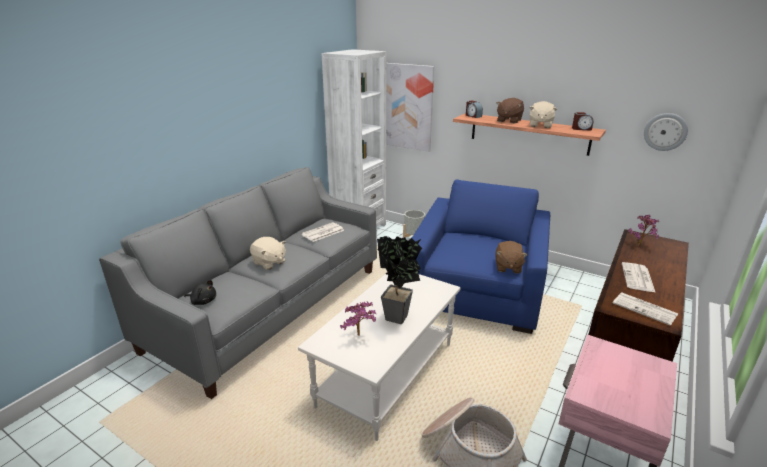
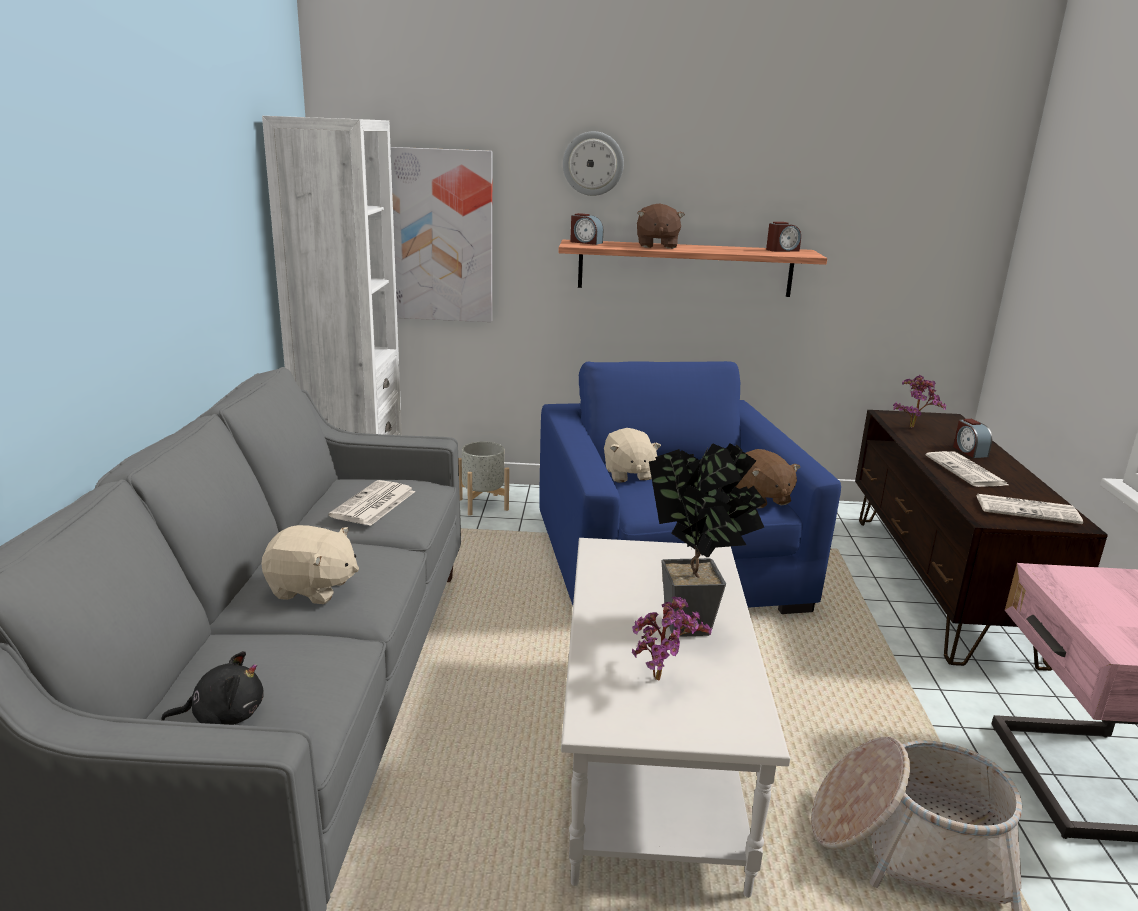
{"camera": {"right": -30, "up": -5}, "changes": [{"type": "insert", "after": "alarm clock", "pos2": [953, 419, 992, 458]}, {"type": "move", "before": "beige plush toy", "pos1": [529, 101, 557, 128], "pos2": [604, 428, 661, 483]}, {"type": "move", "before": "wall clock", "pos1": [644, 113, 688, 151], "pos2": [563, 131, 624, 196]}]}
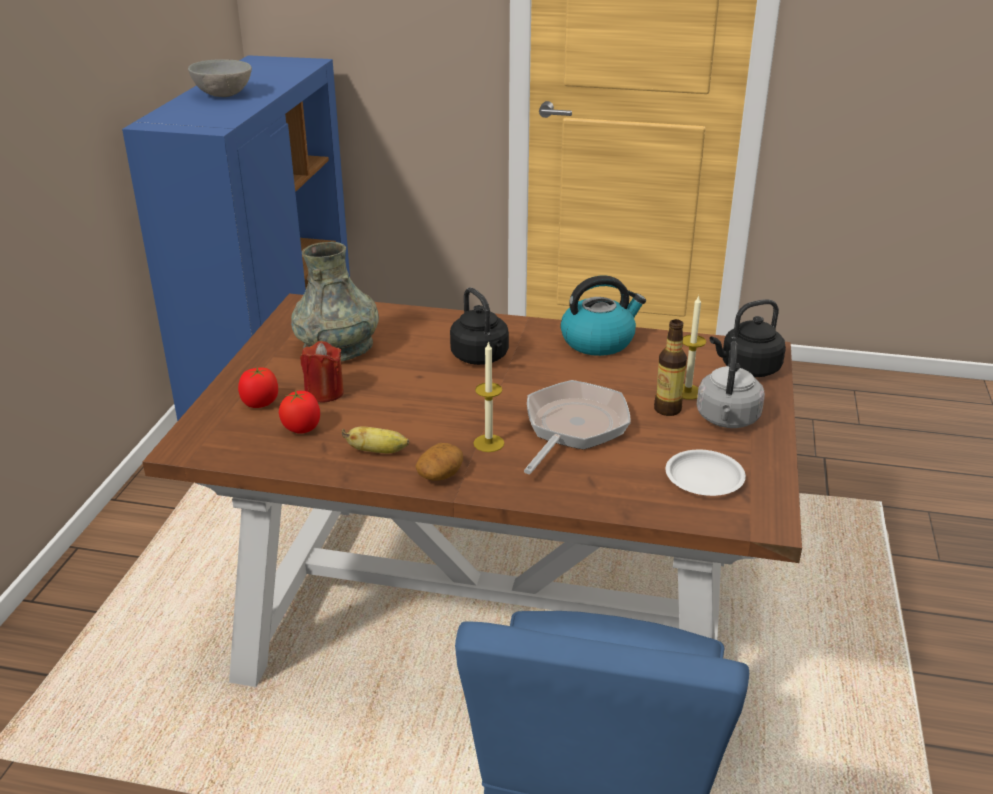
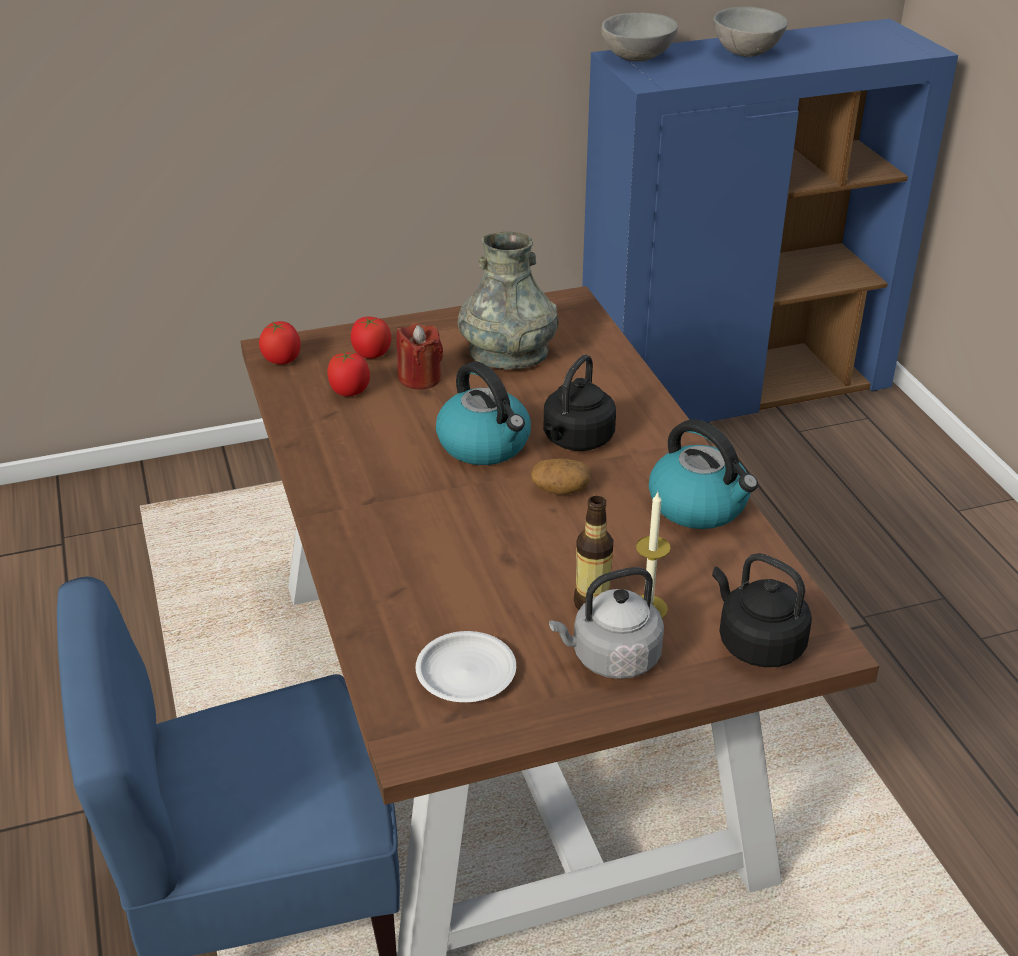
{"camera": {"right": 60, "up": 5}, "changes": [{"type": "delete", "before": "banana", "pos1": [342, 426, 409, 453]}, {"type": "delete", "before": "candle", "pos1": [473, 341, 505, 452]}, {"type": "delete", "before": "frying pan", "pos1": [524, 380, 631, 474]}, {"type": "insert", "after": "tomato", "pos2": [259, 321, 301, 365]}, {"type": "insert", "after": "kettle", "pos2": [436, 361, 531, 465]}, {"type": "insert", "after": "grey bowl", "pos2": [601, 13, 678, 62]}, {"type": "move", "before": "potato", "pos1": [415, 443, 463, 481], "pos2": [530, 458, 591, 495]}]}
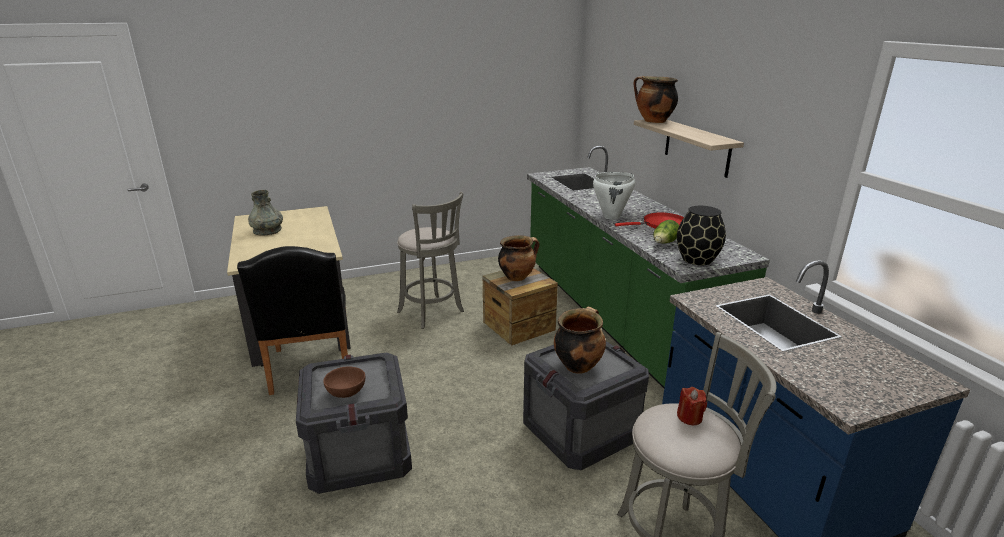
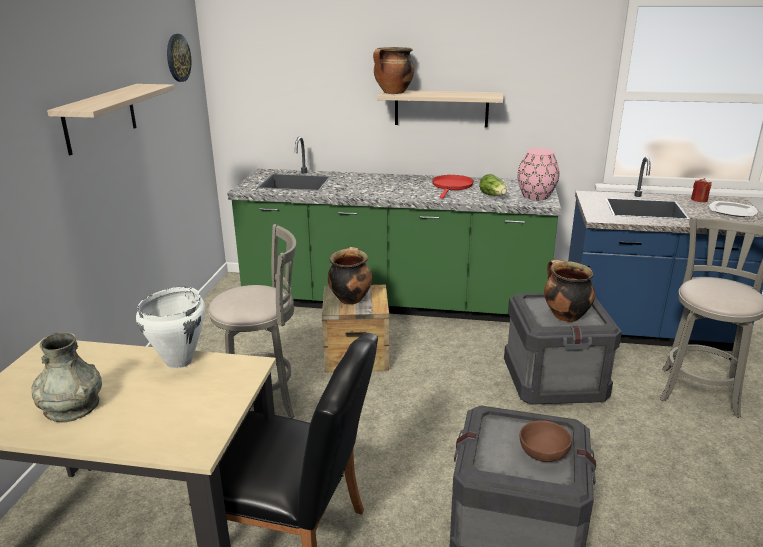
{"camera": {"right": -60, "up": 0}, "changes": [{"type": "insert", "after": "shelf", "pos2": [47, 84, 175, 155]}, {"type": "insert", "after": "wall clock", "pos2": [167, 34, 191, 82]}, {"type": "insert", "after": "plate", "pos2": [709, 201, 758, 217]}, {"type": "move", "before": "white cooking pot", "pos1": [593, 172, 635, 219], "pos2": [136, 287, 205, 369]}, {"type": "move", "before": "red candle", "pos1": [677, 387, 707, 425], "pos2": [691, 178, 712, 202]}, {"type": "recolor", "before": "black vase", "after": "pink vase", "pos1": [677, 206, 726, 265], "pos2": [517, 148, 559, 200]}]}
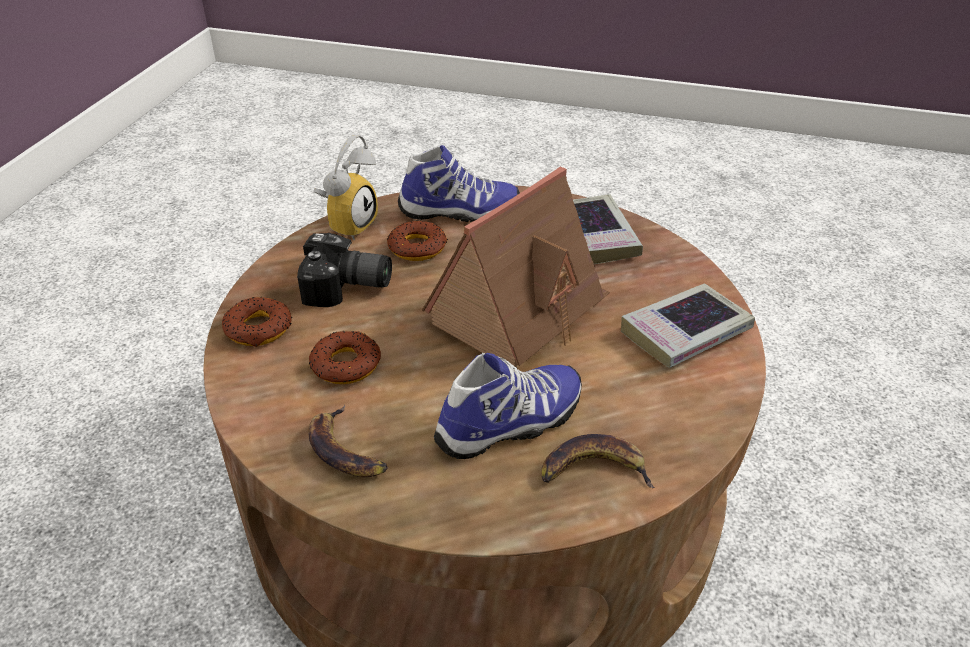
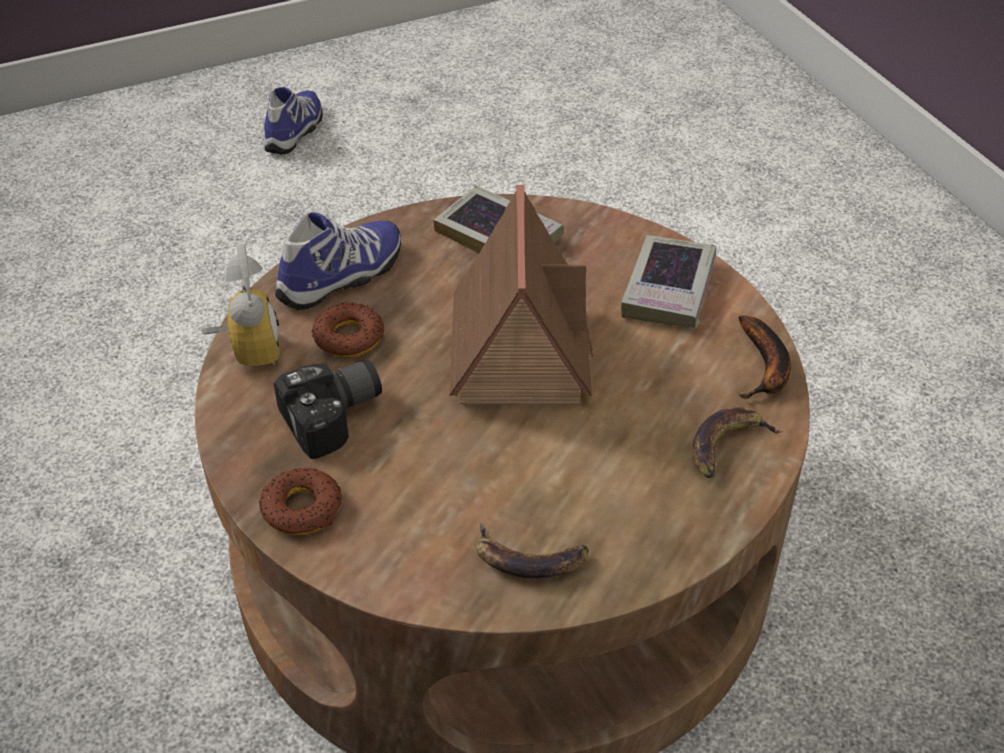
{"camera": {"right": -40, "up": 5}, "changes": [{"type": "delete", "before": "donut", "pos1": [309, 331, 381, 384]}, {"type": "insert", "after": "banana", "pos2": [739, 316, 791, 399]}, {"type": "move", "before": "shoe", "pos1": [434, 353, 582, 459], "pos2": [264, 87, 323, 154]}]}
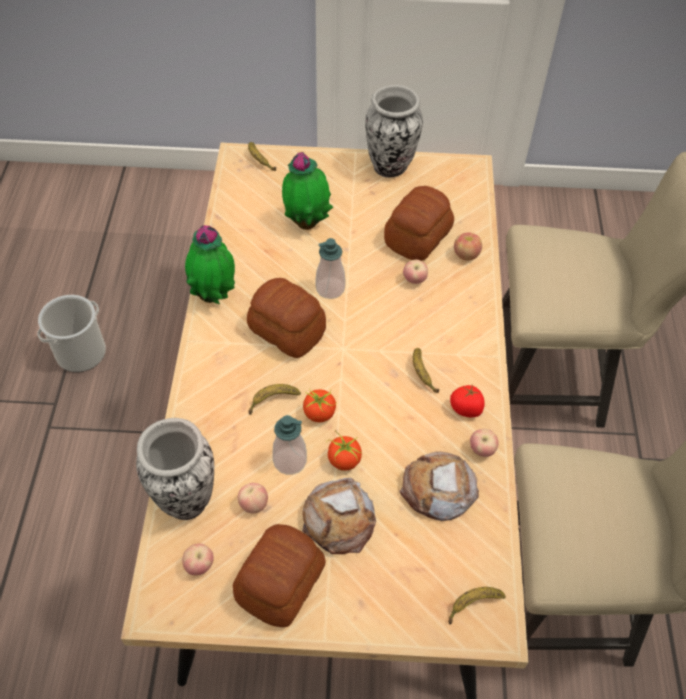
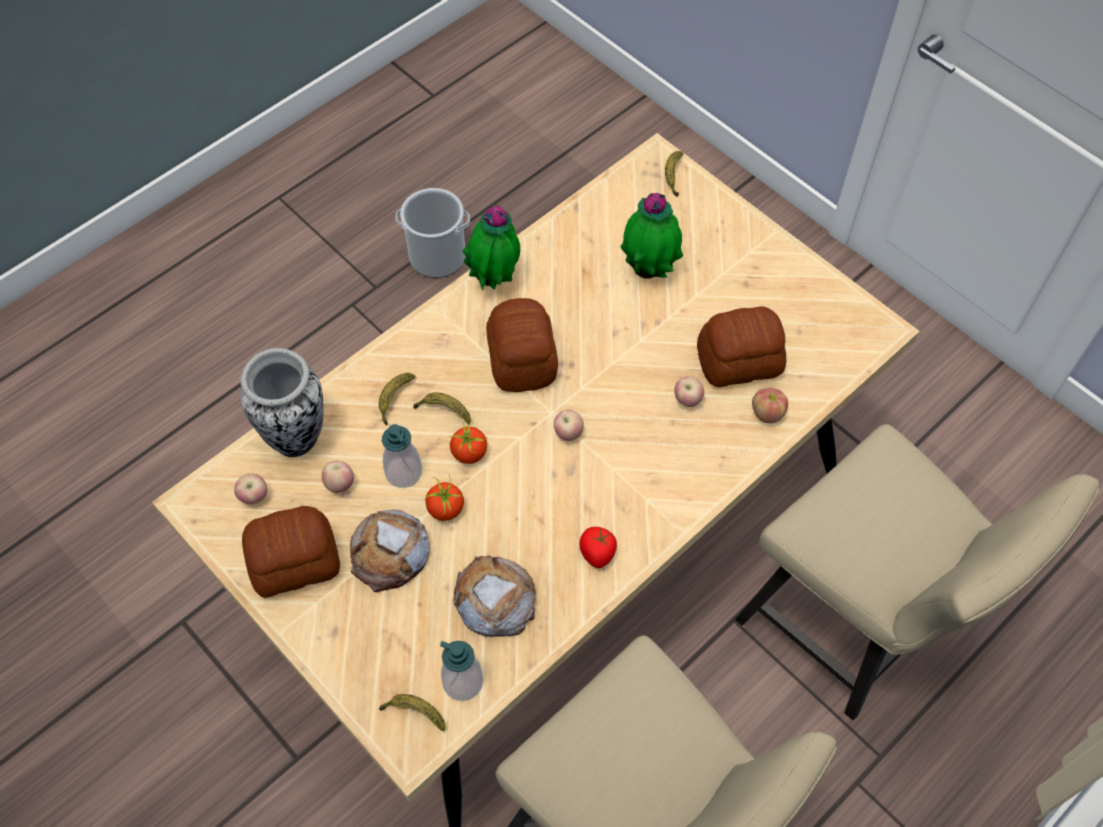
{"camera": {"right": 45, "up": 5}, "changes": [{"type": "delete", "before": "vase", "pos1": [365, 85, 423, 178]}, {"type": "move", "before": "soap dispenser", "pos1": [316, 238, 345, 299], "pos2": [440, 641, 483, 701]}, {"type": "move", "before": "banana", "pos1": [413, 348, 439, 393], "pos2": [379, 373, 416, 425]}, {"type": "move", "before": "apple", "pos1": [470, 429, 499, 457], "pos2": [554, 409, 584, 441]}]}
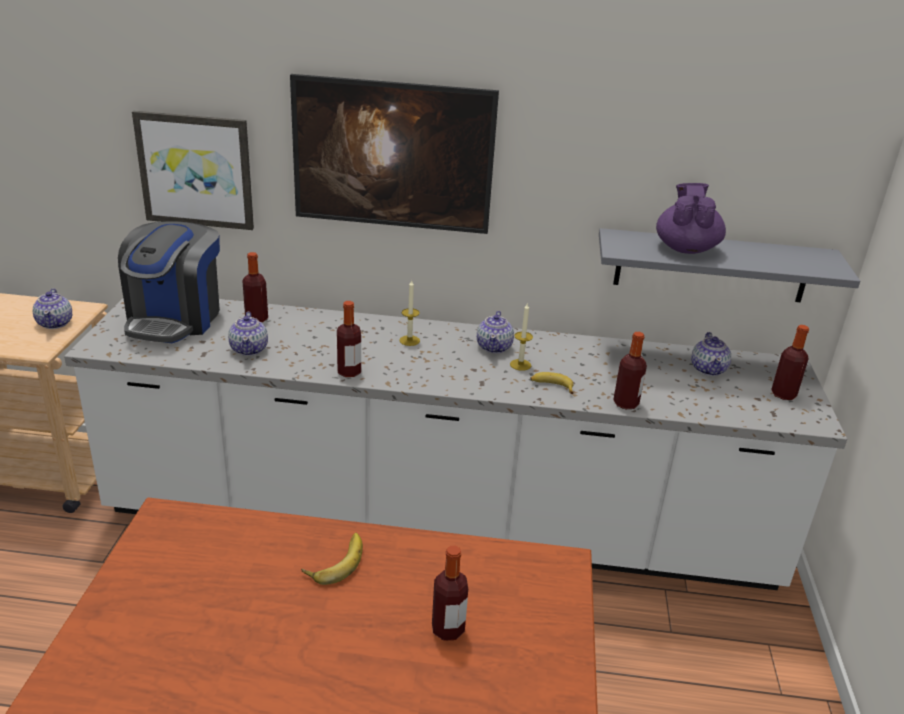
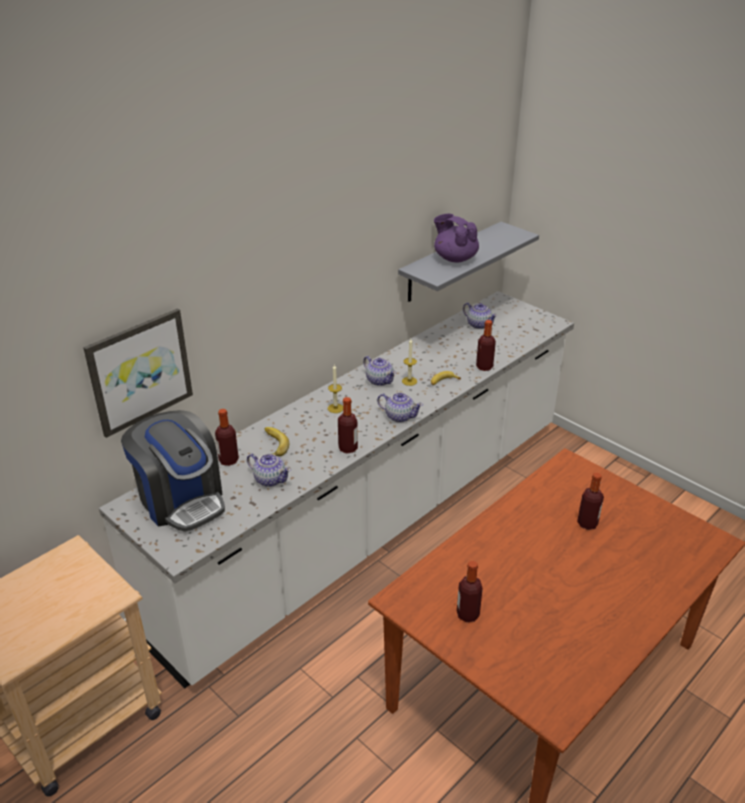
{"camera": {"right": -50, "up": 5}, "changes": [{"type": "delete", "before": "picture", "pos1": [290, 74, 499, 234]}, {"type": "move", "before": "teapot", "pos1": [33, 288, 72, 329], "pos2": [377, 393, 423, 423]}, {"type": "move", "before": "banana", "pos1": [301, 533, 363, 585], "pos2": [265, 427, 289, 456]}, {"type": "move", "before": "bottle", "pos1": [771, 325, 809, 400], "pos2": [457, 561, 483, 622]}]}
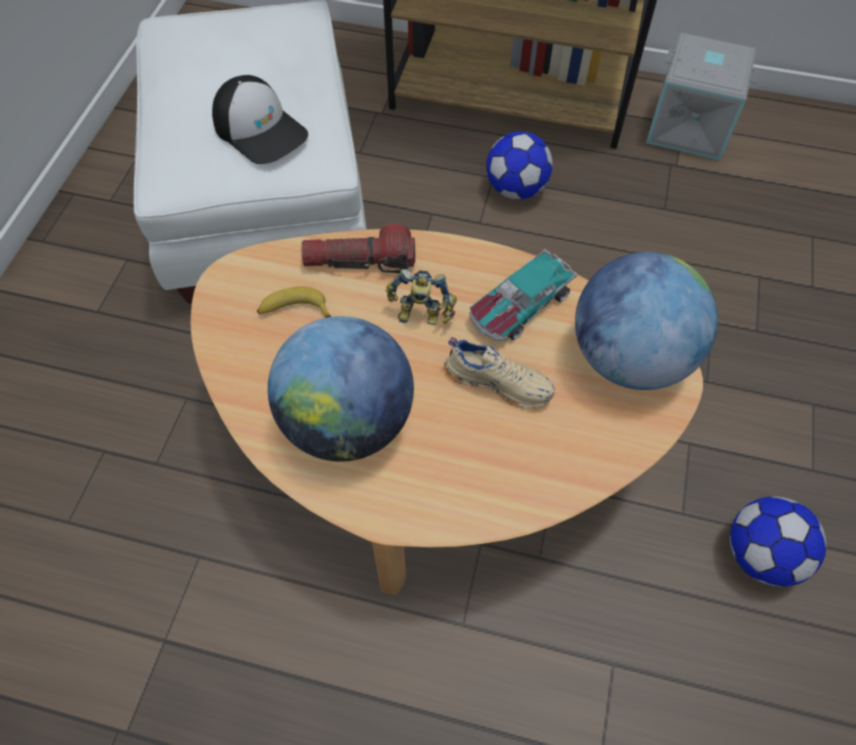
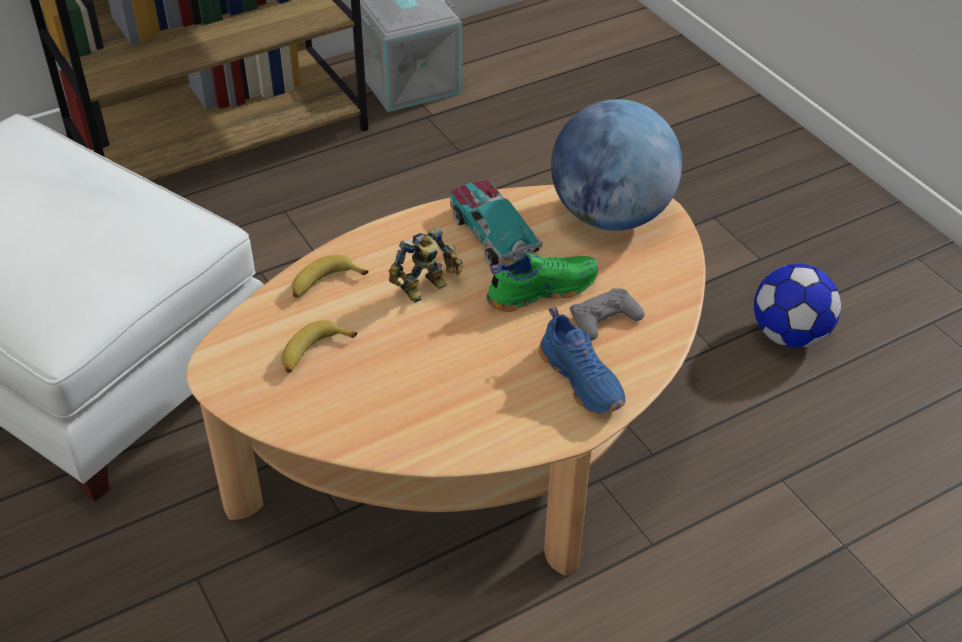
{"camera": {"right": -45, "up": -15}, "changes": [{"type": "delete", "before": "cap", "pos1": [212, 75, 308, 164]}, {"type": "delete", "before": "globe", "pos1": [268, 316, 414, 462]}, {"type": "delete", "before": "football", "pos1": [486, 131, 553, 199]}, {"type": "insert", "after": "blue shoe", "pos2": [539, 307, 626, 415]}, {"type": "insert", "after": "grey game controller", "pos2": [570, 288, 645, 341]}, {"type": "replace", "before": "flashlight", "after": "banana", "pos1": [301, 224, 415, 273], "pos2": [292, 255, 368, 298]}, {"type": "recolor", "before": "beige shoe", "after": "green shoe", "pos1": [444, 337, 555, 408], "pos2": [487, 253, 598, 312]}, {"type": "rotate", "before": "toy car", "pos1": [469, 248, 577, 341], "pos2": [450, 180, 543, 266], "turn": 150}]}
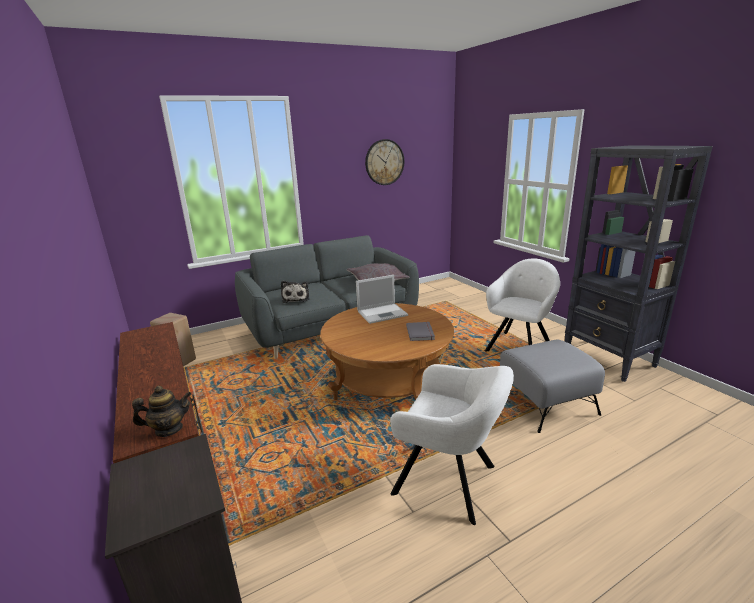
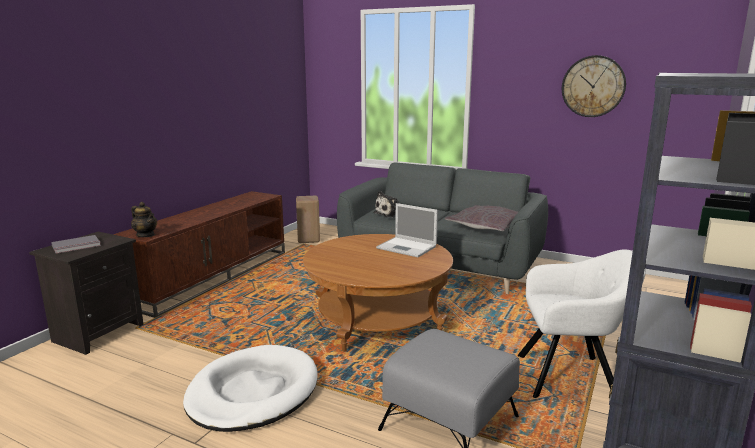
{"camera": {"right": 55, "up": -5}, "changes": [{"type": "move", "before": "grey book", "pos1": [406, 322, 435, 341], "pos2": [51, 235, 101, 254]}, {"type": "replace", "before": "white armchair", "after": "white dog bed", "pos1": [390, 364, 514, 525], "pos2": [183, 345, 317, 432]}]}
